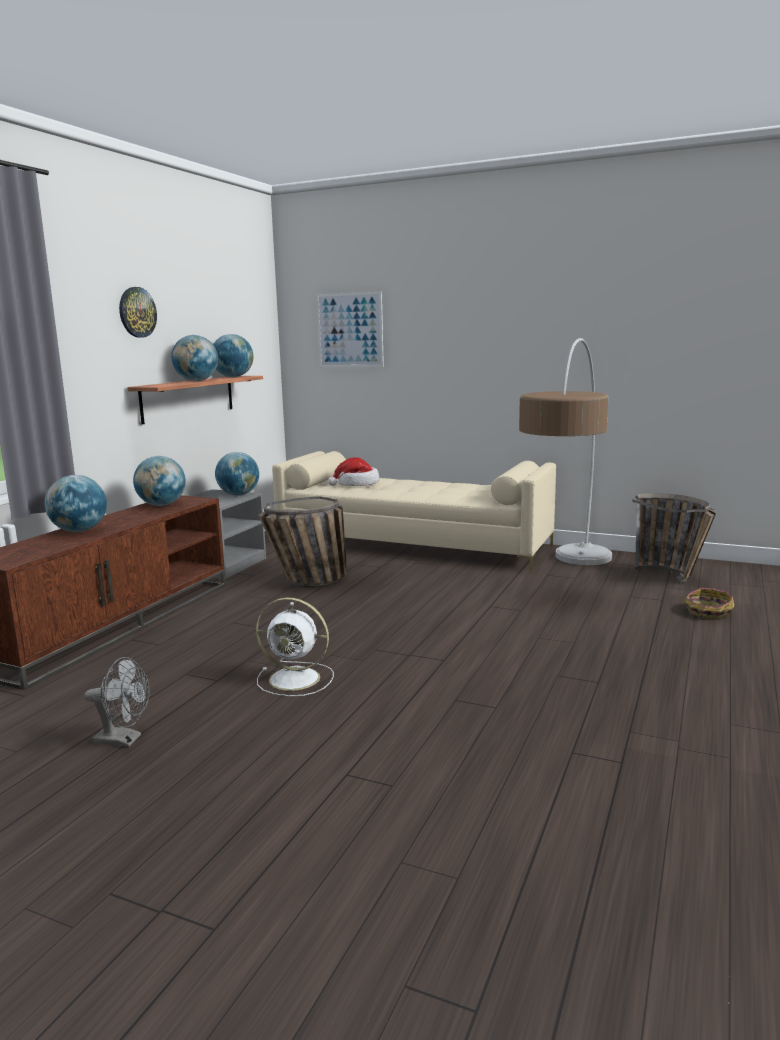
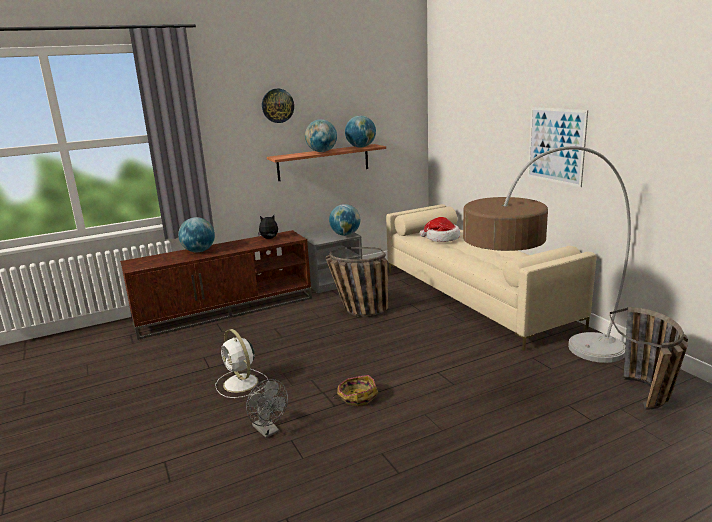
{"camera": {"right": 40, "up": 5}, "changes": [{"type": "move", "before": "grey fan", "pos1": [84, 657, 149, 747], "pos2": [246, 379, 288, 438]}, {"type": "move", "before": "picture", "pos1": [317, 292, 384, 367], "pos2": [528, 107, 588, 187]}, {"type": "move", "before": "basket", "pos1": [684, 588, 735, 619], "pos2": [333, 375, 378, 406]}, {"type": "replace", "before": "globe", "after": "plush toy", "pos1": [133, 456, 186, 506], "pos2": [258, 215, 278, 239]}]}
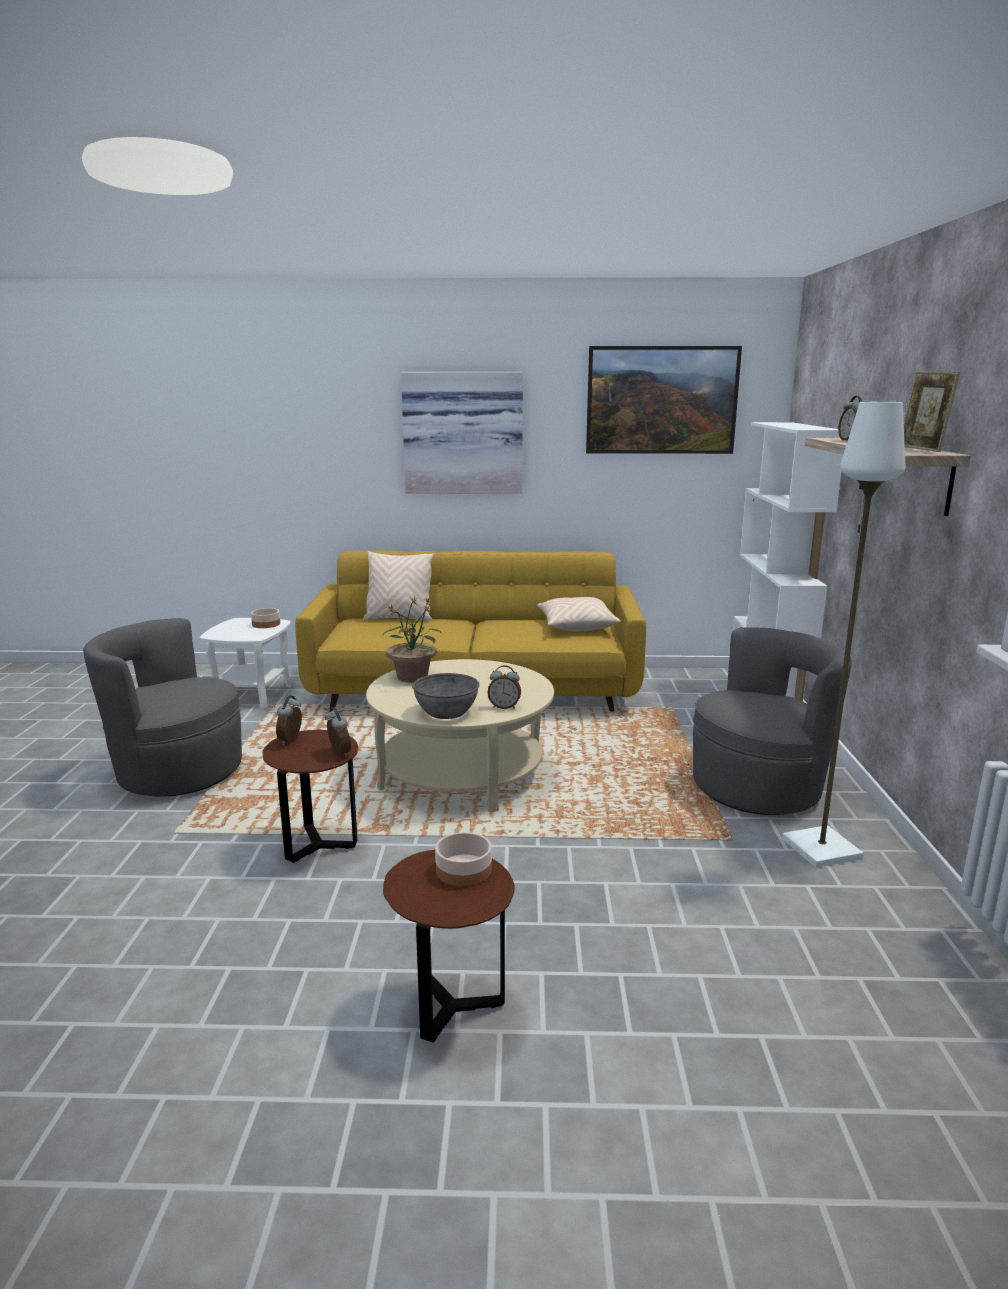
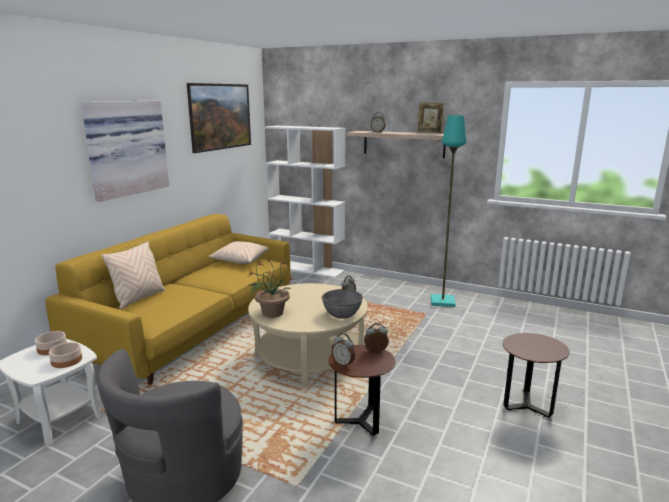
{"camera": {"right": -65, "up": 0}, "changes": [{"type": "delete", "before": "grey armchair", "pos1": [693, 627, 851, 815]}, {"type": "move", "before": "bowl", "pos1": [435, 832, 492, 886], "pos2": [49, 342, 82, 368]}, {"type": "recolor", "before": "white floor lamp", "after": "turquoise floor lamp", "pos1": [782, 402, 905, 868], "pos2": [431, 115, 467, 307]}]}
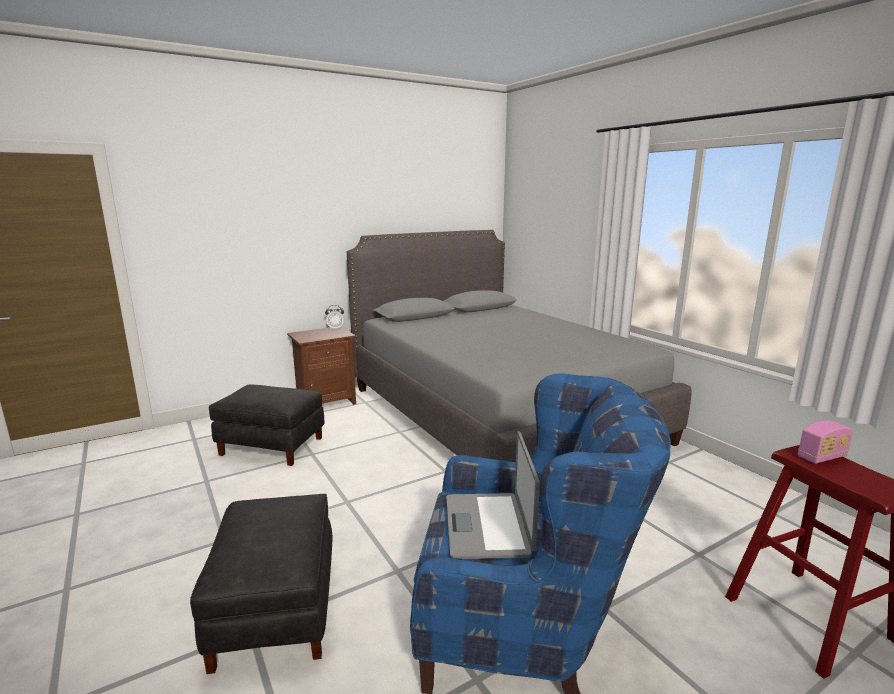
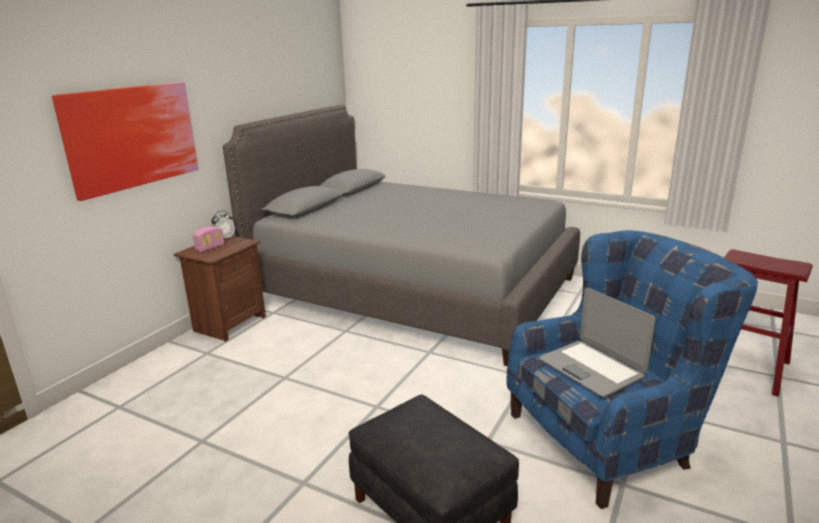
{"camera": {"right": -30, "up": 5}, "changes": [{"type": "delete", "before": "black ottoman", "pos1": [209, 384, 324, 466]}, {"type": "insert", "after": "picture", "pos2": [52, 82, 199, 201]}, {"type": "move", "before": "radio", "pos1": [798, 420, 854, 464], "pos2": [193, 226, 225, 252]}]}
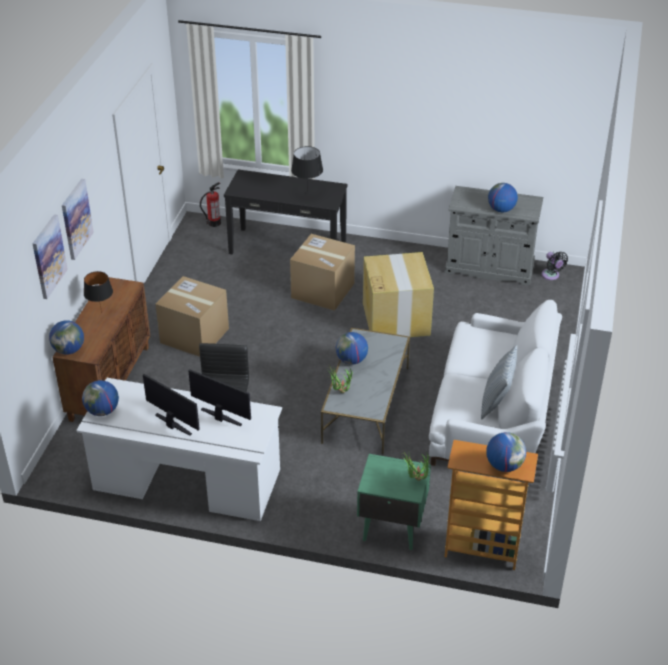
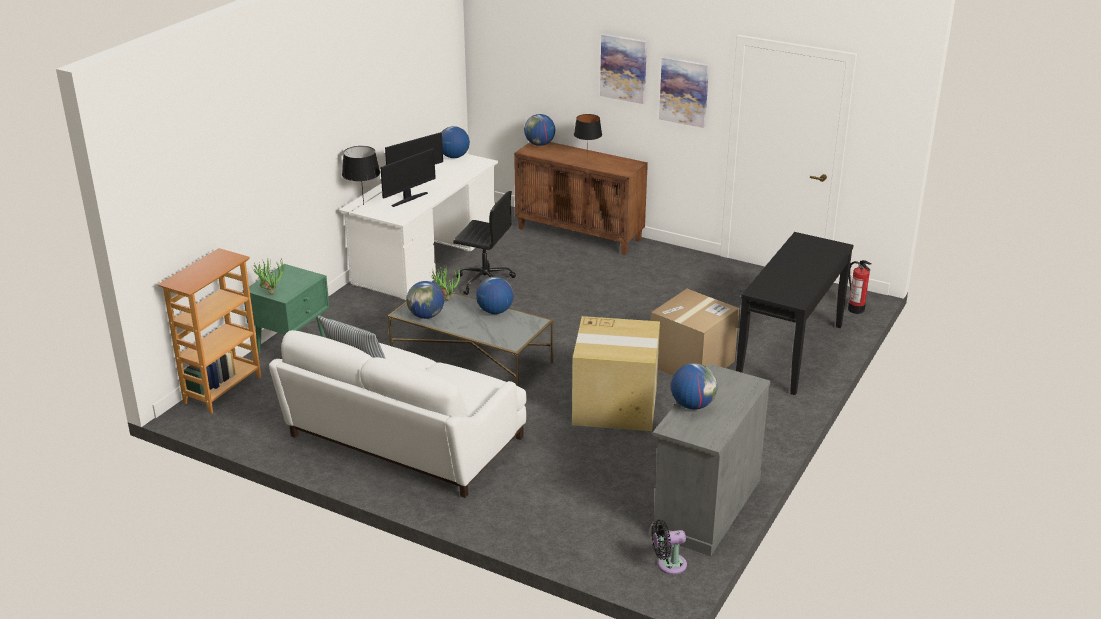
{"camera": {"right": 105, "up": -10}, "changes": [{"type": "delete", "before": "cardboard box", "pos1": [155, 276, 229, 357]}, {"type": "move", "before": "picture", "pos1": [32, 214, 68, 299], "pos2": [659, 57, 709, 128]}, {"type": "move", "before": "black table lamp", "pos1": [291, 146, 323, 194], "pos2": [342, 146, 380, 205]}, {"type": "move", "before": "globe", "pos1": [486, 432, 526, 472], "pos2": [406, 281, 444, 319]}]}
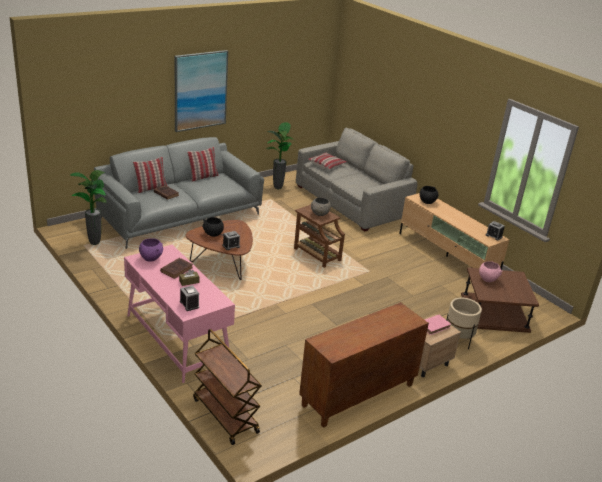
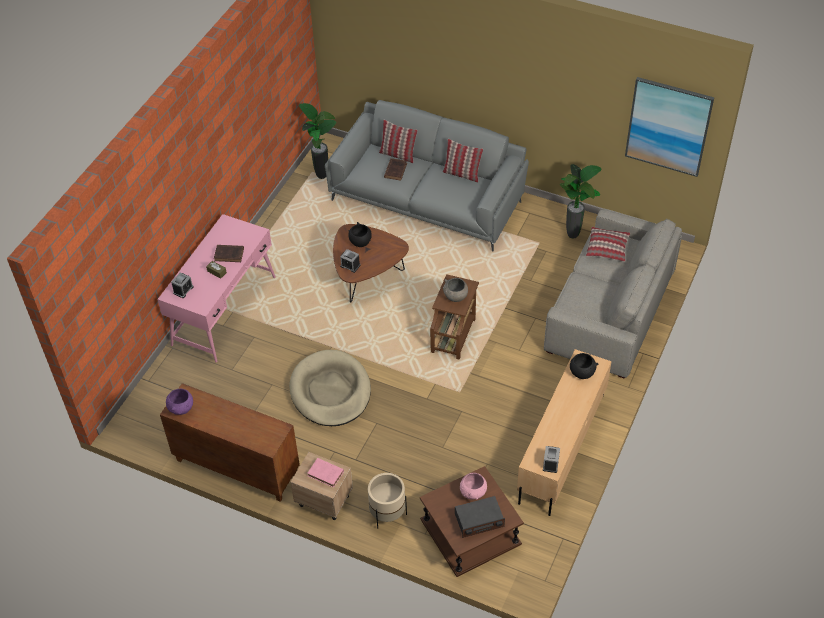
{"camera": {"right": 65, "up": 20}, "changes": [{"type": "delete", "before": "brown cart", "pos1": [193, 329, 262, 445]}, {"type": "insert", "after": "beige dog bed", "pos2": [289, 350, 371, 426]}, {"type": "insert", "after": "radio", "pos2": [455, 496, 505, 538]}, {"type": "move", "before": "purple bowl", "pos1": [139, 238, 163, 262], "pos2": [166, 389, 193, 415]}, {"type": "move", "before": "picture", "pos1": [175, 50, 228, 132], "pos2": [625, 77, 714, 177]}]}
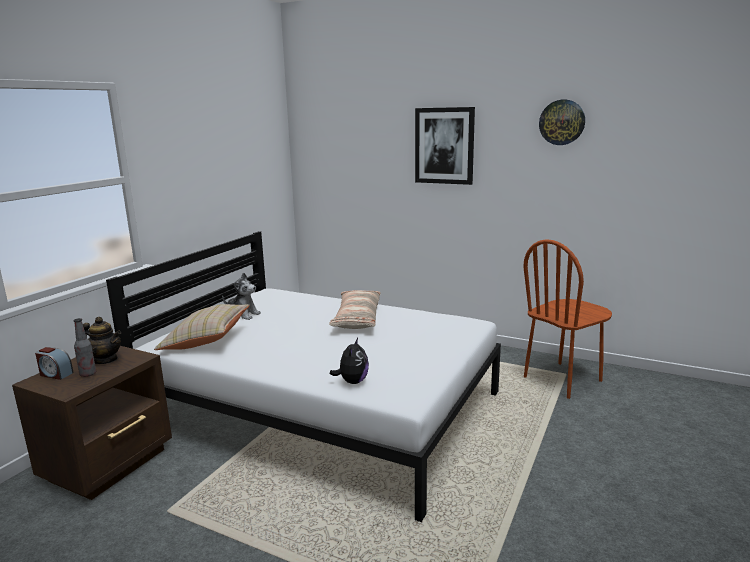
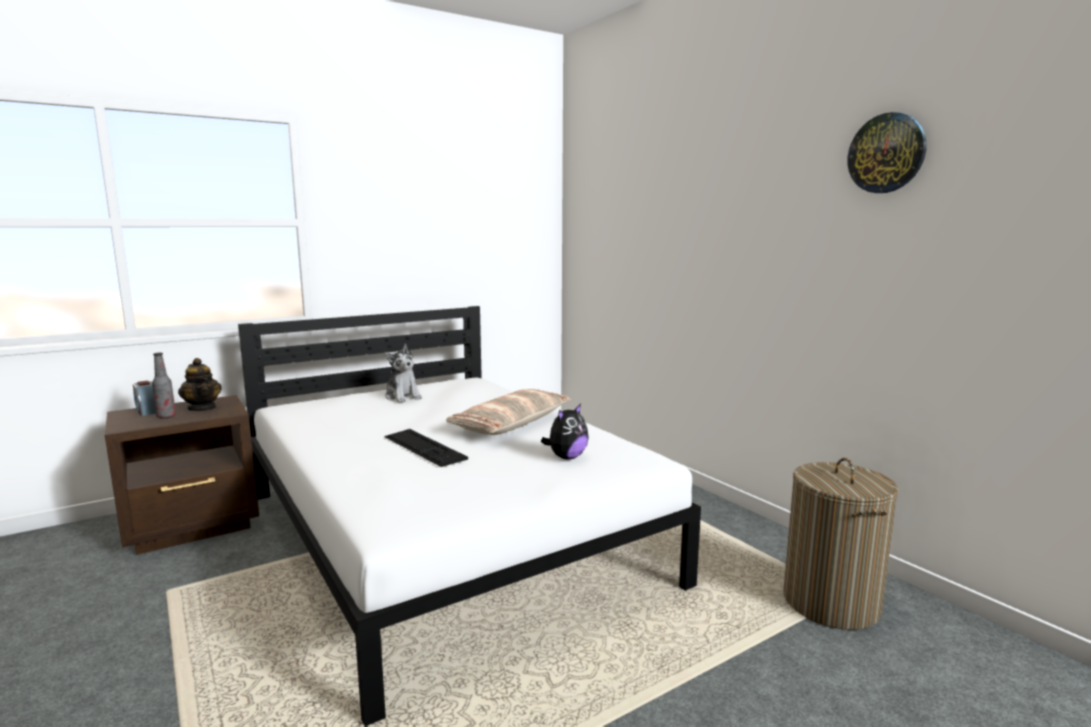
{"camera": {"right": 30, "up": -5}, "changes": [{"type": "delete", "before": "beige pillow", "pos1": [154, 304, 249, 350]}, {"type": "delete", "before": "picture", "pos1": [415, 107, 475, 185]}, {"type": "insert", "after": "keyboard", "pos2": [385, 429, 468, 467]}, {"type": "move", "before": "plush toy", "pos1": [330, 338, 369, 384], "pos2": [541, 404, 589, 460]}, {"type": "replace", "before": "brown chair", "after": "laundry basket", "pos1": [523, 239, 612, 399], "pos2": [783, 458, 899, 630]}]}
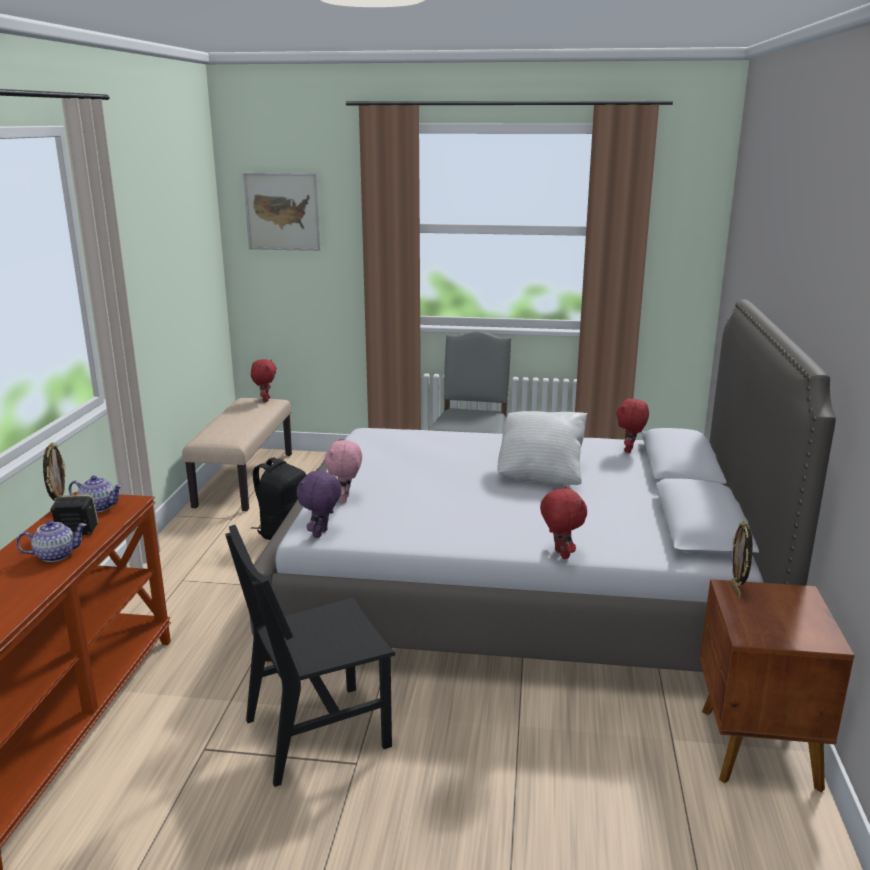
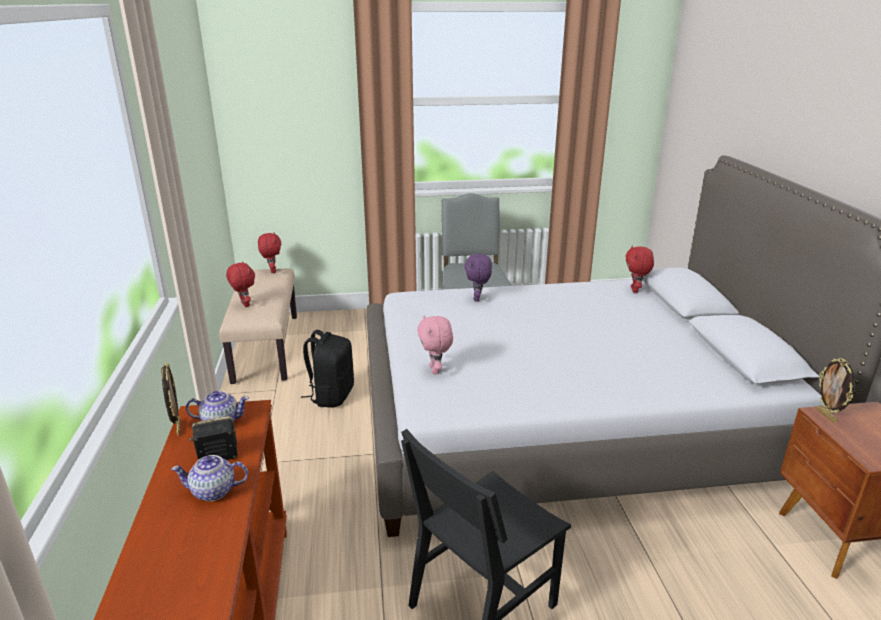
{"camera": {"right": -15, "up": 5}, "changes": [{"type": "delete", "before": "picture", "pos1": [243, 173, 321, 251]}, {"type": "delete", "before": "white pillow", "pos1": [497, 411, 588, 485]}, {"type": "move", "before": "purple plush toy", "pos1": [297, 468, 342, 538], "pos2": [465, 253, 492, 302]}, {"type": "move", "before": "red plush toy", "pos1": [540, 486, 587, 559], "pos2": [226, 261, 255, 307]}, {"type": "rotate", "before": "teapot", "pos1": [16, 520, 87, 562], "pos2": [171, 455, 248, 501], "turn": -150}]}
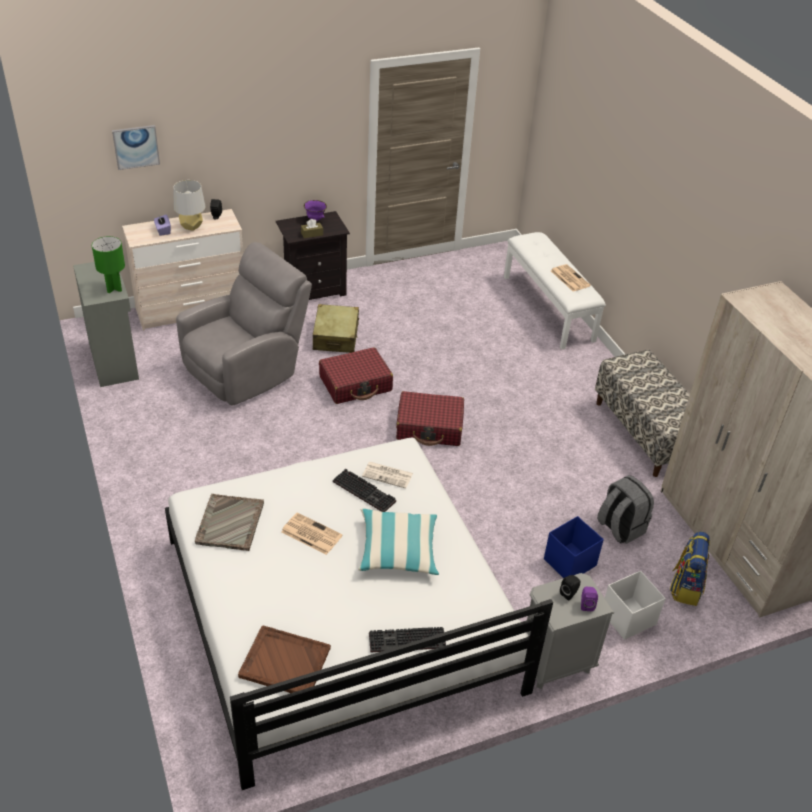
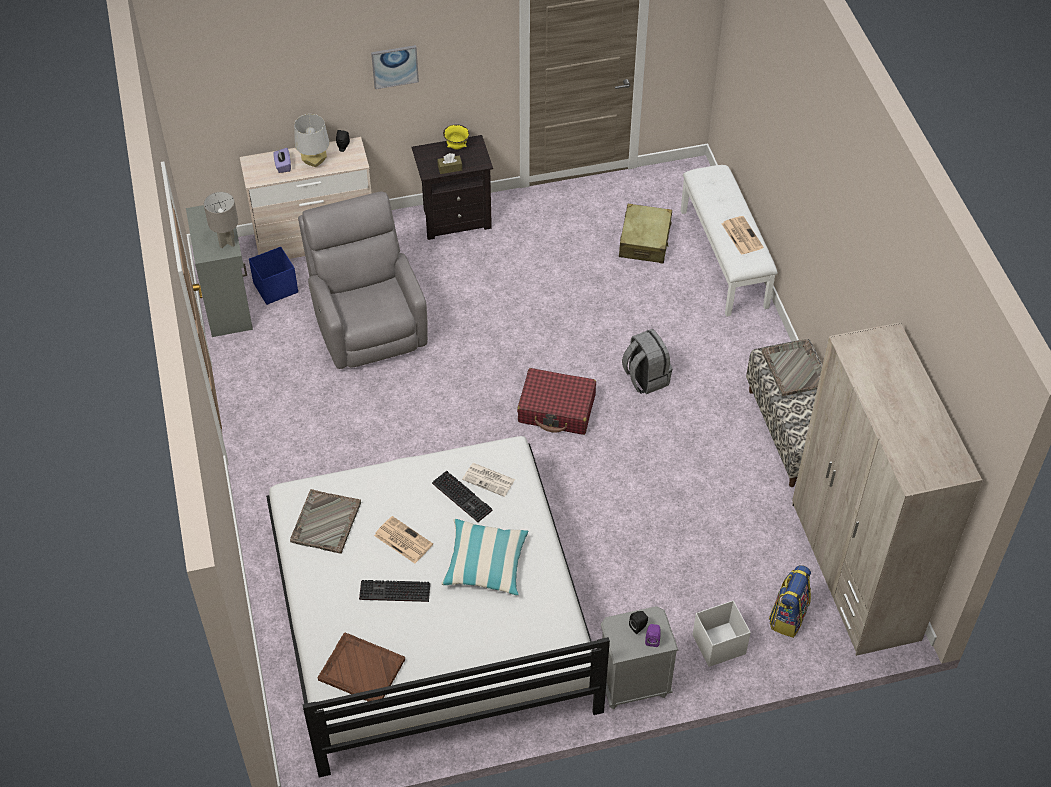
{"camera": {"right": 10, "up": 10}, "changes": [{"type": "delete", "before": "red suitcase", "pos1": [319, 347, 393, 404]}, {"type": "insert", "after": "grey tray", "pos2": [762, 339, 822, 396]}, {"type": "move", "before": "picture", "pos1": [112, 125, 160, 170], "pos2": [371, 45, 419, 89]}, {"type": "move", "before": "beige suitcase", "pos1": [313, 304, 359, 353], "pos2": [619, 204, 672, 263]}, {"type": "move", "before": "keyboard", "pos1": [369, 627, 446, 653], "pos2": [359, 580, 430, 602]}, {"type": "move", "before": "blue storage box", "pos1": [544, 516, 604, 578], "pos2": [249, 247, 298, 305]}, {"type": "move", "before": "grey backpack", "pos1": [597, 475, 654, 544], "pos2": [622, 329, 673, 394]}, {"type": "recolor", "before": "green table lamp", "after": "grey table lamp", "pos1": [92, 236, 125, 293], "pos2": [204, 192, 238, 248]}, {"type": "recolor", "before": "purple bowl", "after": "yellow bowl", "pos1": [304, 200, 327, 221], "pos2": [443, 124, 469, 149]}, {"type": "rotate", "before": "grey armchair", "pos1": [176, 242, 312, 406], "pos2": [298, 192, 428, 369], "turn": -75}]}
